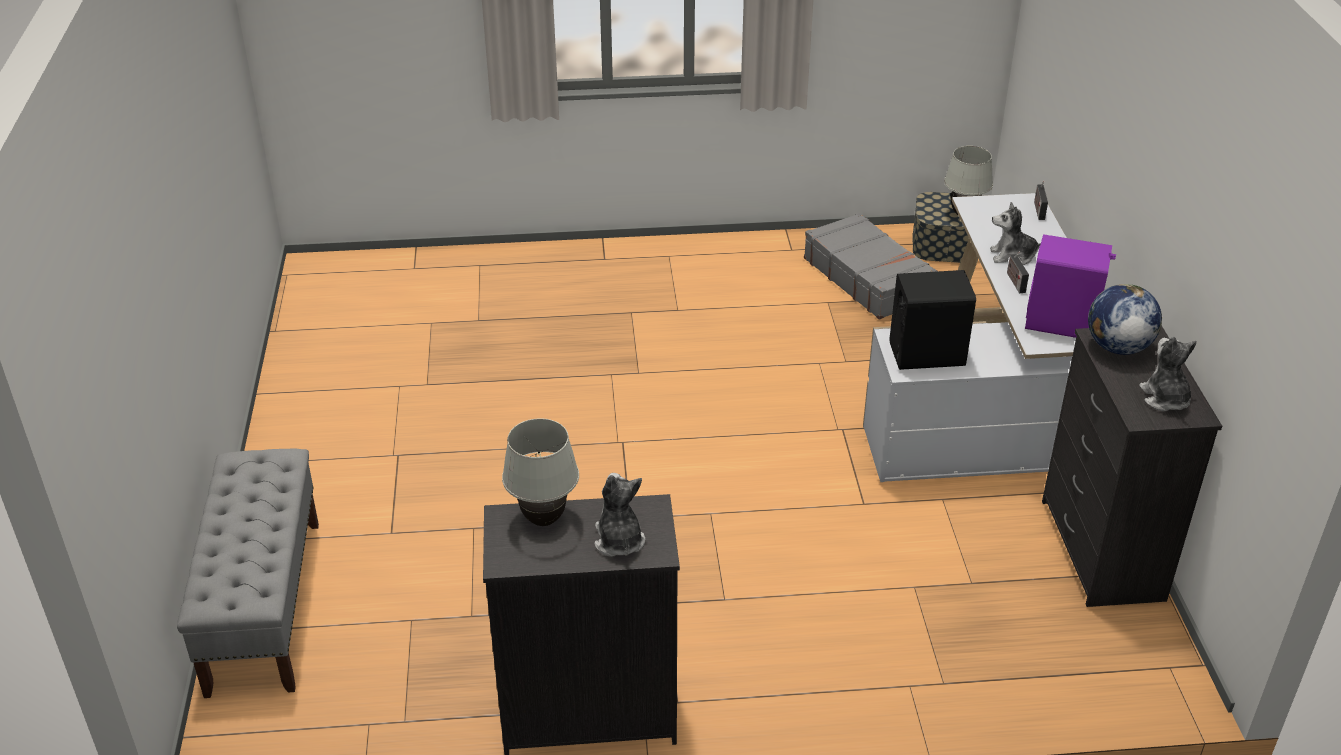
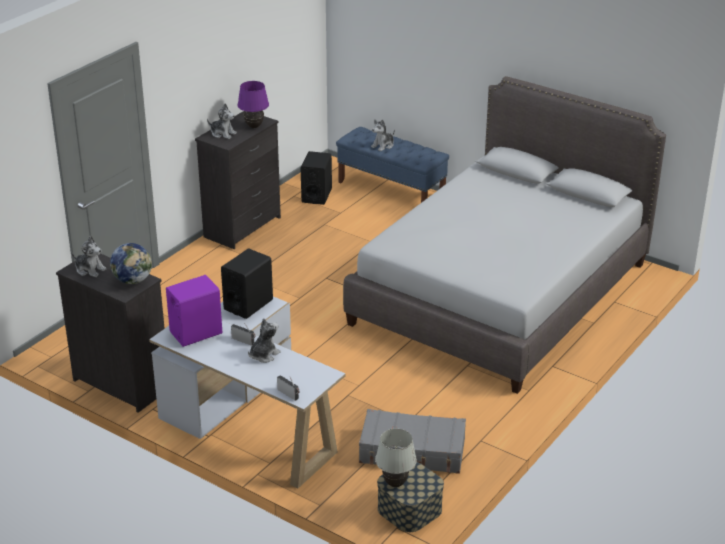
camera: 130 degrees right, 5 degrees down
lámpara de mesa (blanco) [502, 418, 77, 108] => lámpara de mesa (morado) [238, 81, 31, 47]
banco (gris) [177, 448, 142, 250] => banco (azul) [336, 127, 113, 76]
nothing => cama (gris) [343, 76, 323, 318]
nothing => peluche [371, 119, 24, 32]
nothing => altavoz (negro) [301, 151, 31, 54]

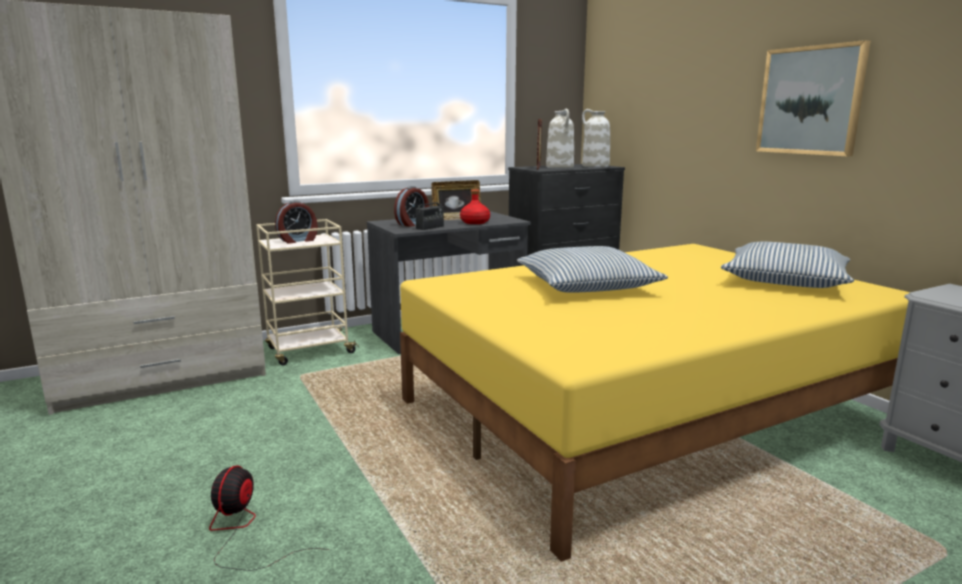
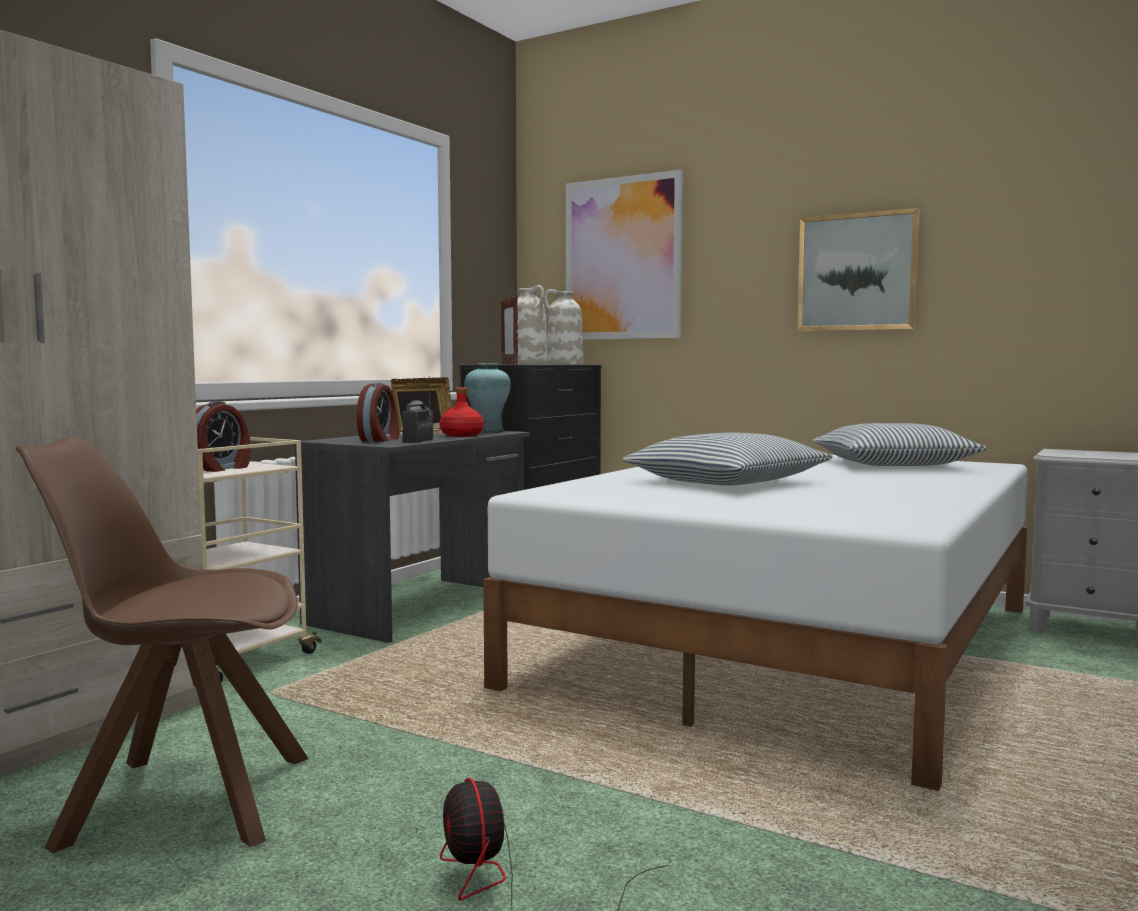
camera: 30 degrees left, 10 degrees down
cama (amarillo) [400, 244, 510, 318] => cama (blanco) [483, 455, 545, 336]
nothing => cuadro [566, 170, 118, 169]
nothing => florero (turquesa) [464, 363, 47, 70]
nothing => silla (marrón) [15, 437, 294, 416]

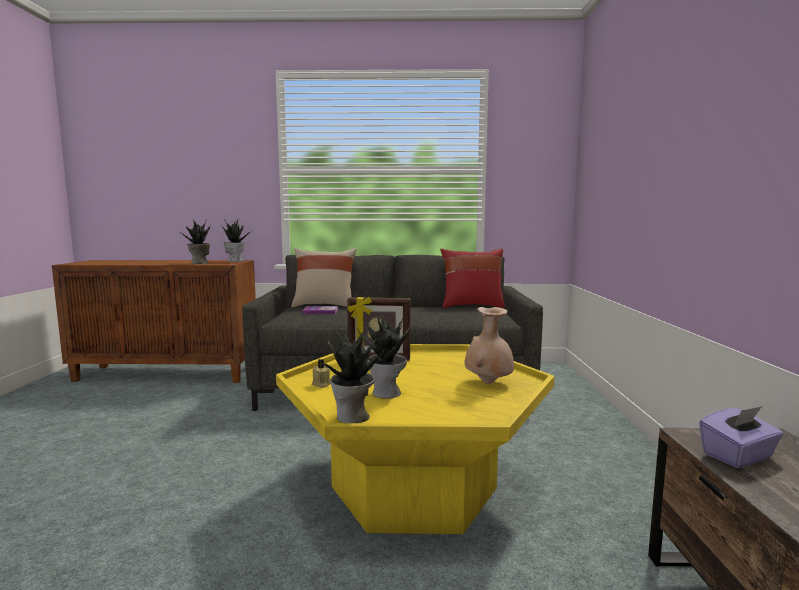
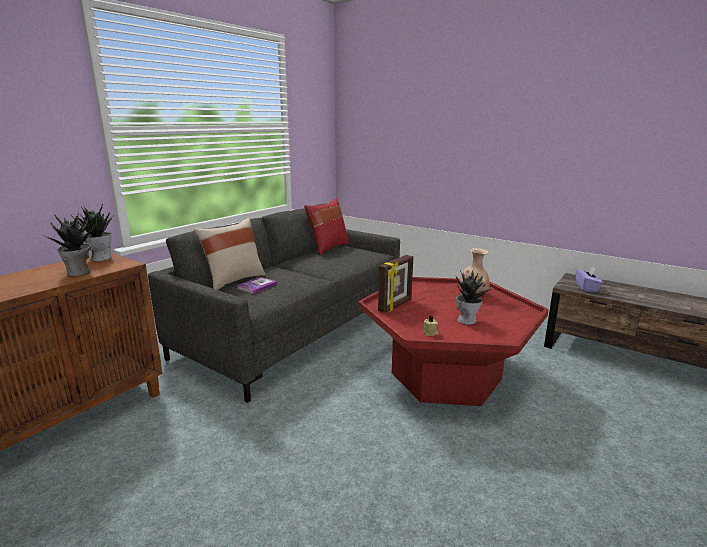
camera: 55 degrees left, 10 degrees up
planta en maceta [318, 327, 67, 96] => nothing
mesa de centro (amarillo) [276, 344, 278, 190] => mesa de centro (rojo) [359, 277, 190, 129]

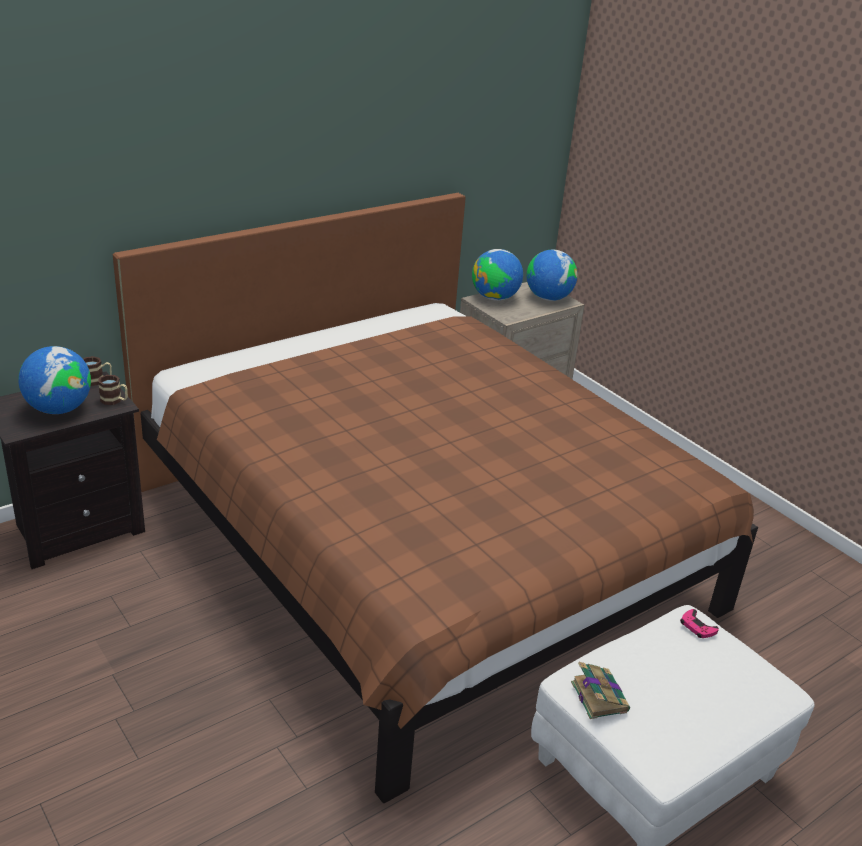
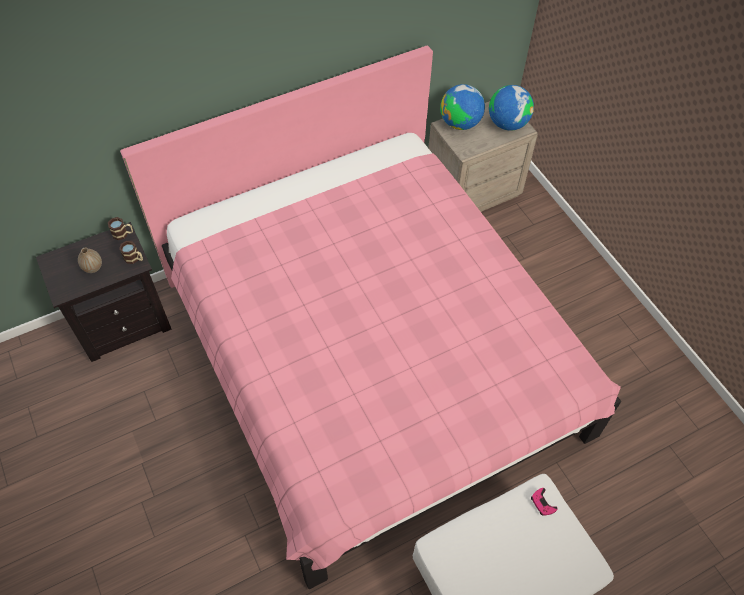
camera: 10 degrees right, 25 degrees up
cama (marrón) [113, 193, 645, 610] => cama (rosa) [120, 45, 501, 544]
globo terráqueo [18, 346, 73, 68] => florero [78, 248, 24, 25]
libro [571, 662, 59, 57] => nothing

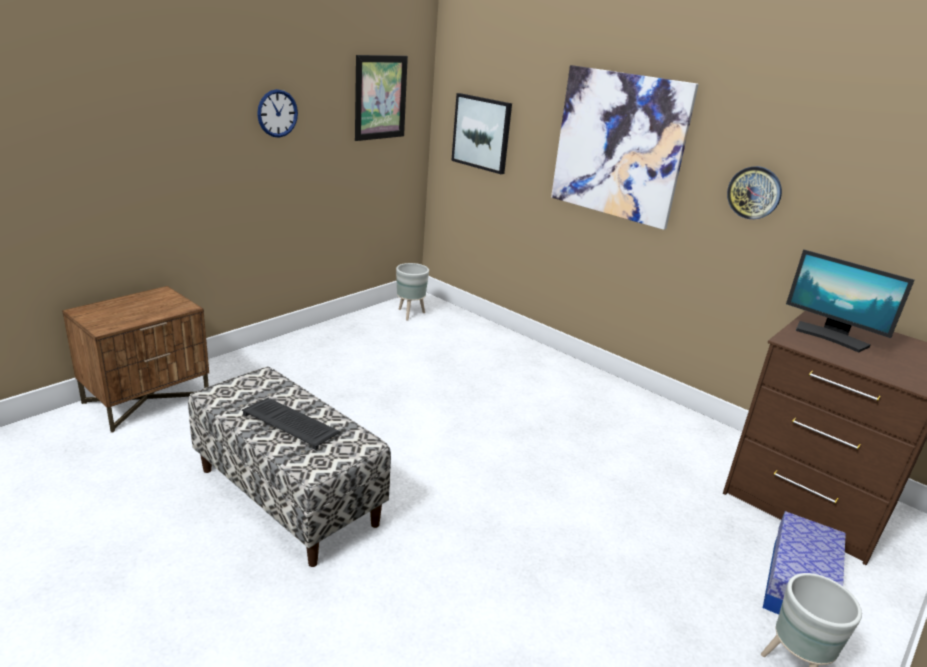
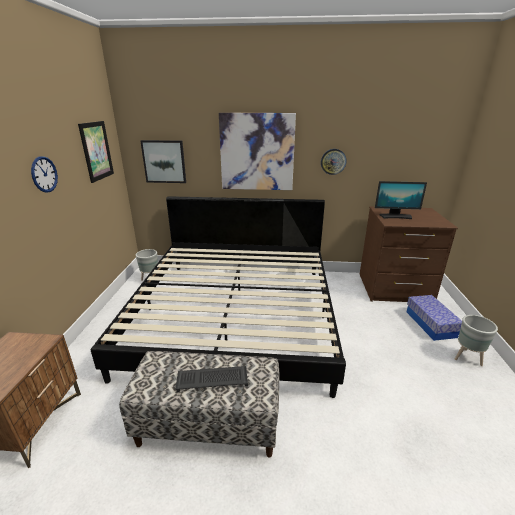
camera: 35 degrees left, 0 degrees up
nothing => cama [91, 196, 255, 202]

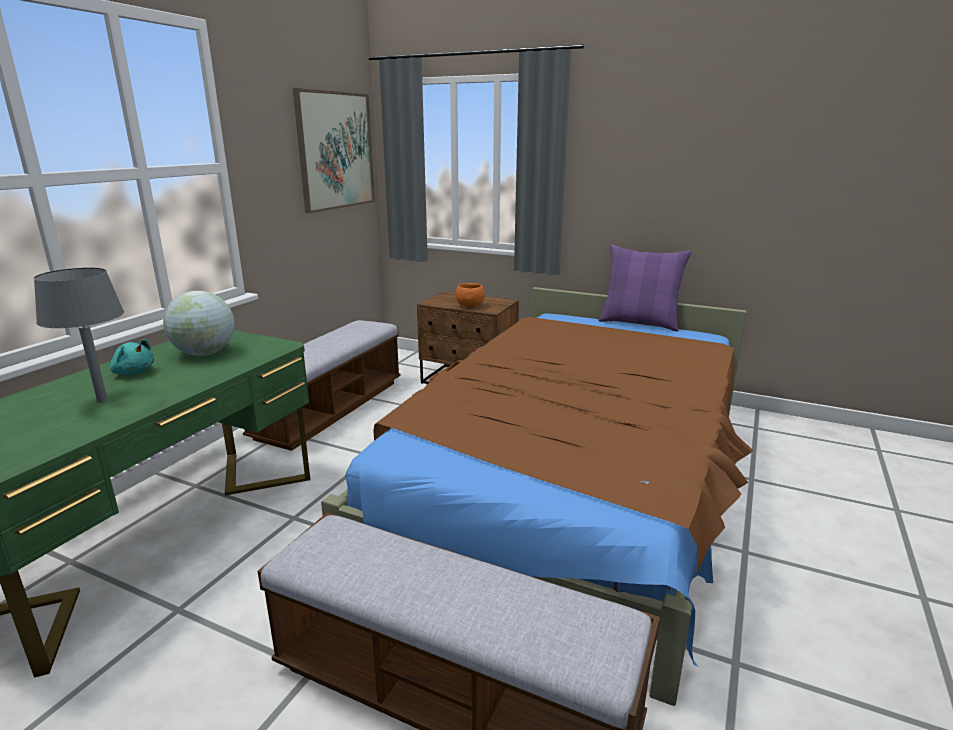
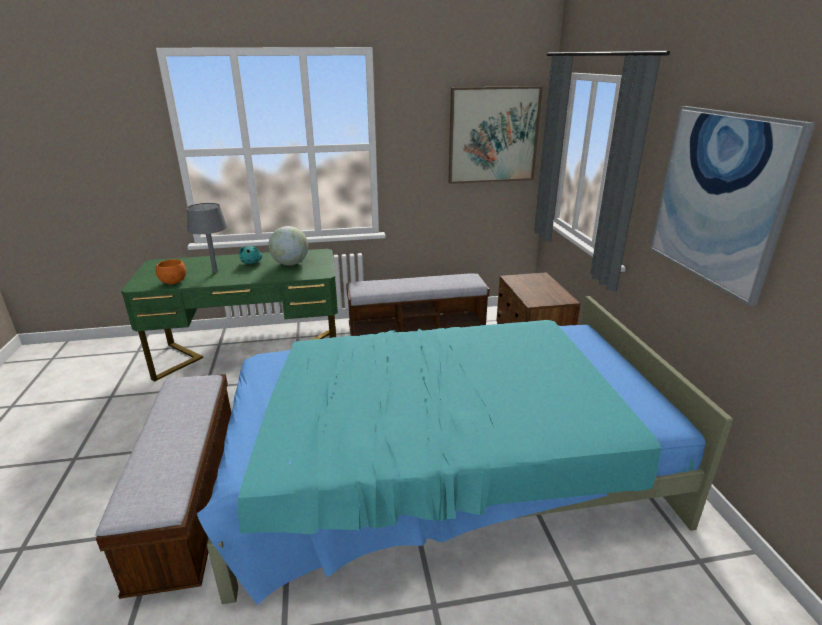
camera: 55 degrees right, 5 degrees up
cojín (morado) [598, 245, 94, 87] => nothing
cuenco (naranja) [455, 283, 30, 24] => cuenco (naranja) [156, 259, 30, 25], moved
cama (marrón) [321, 287, 432, 419] => cama (turquesa) [197, 296, 536, 309]
nothing => cuadro [650, 106, 165, 200]

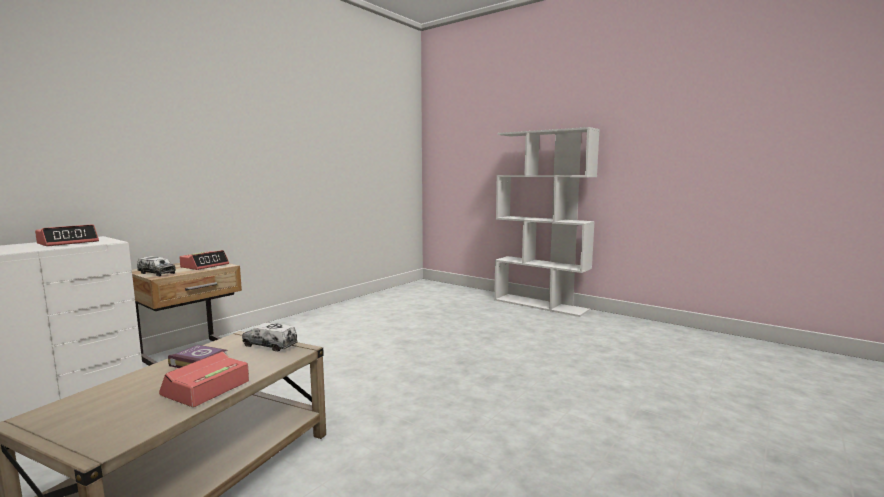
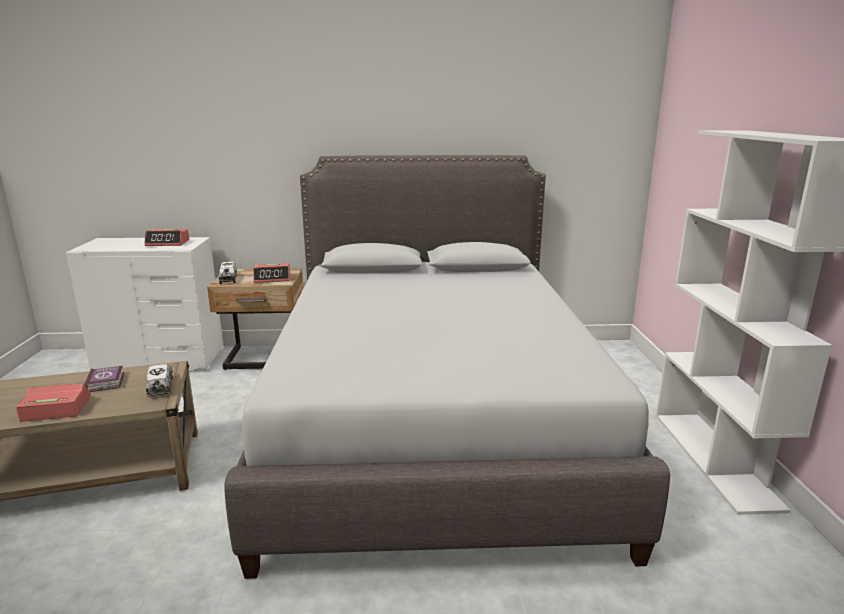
camera: 50 degrees right, 10 degrees up
nothing => cama (gris) [224, 155, 446, 424]

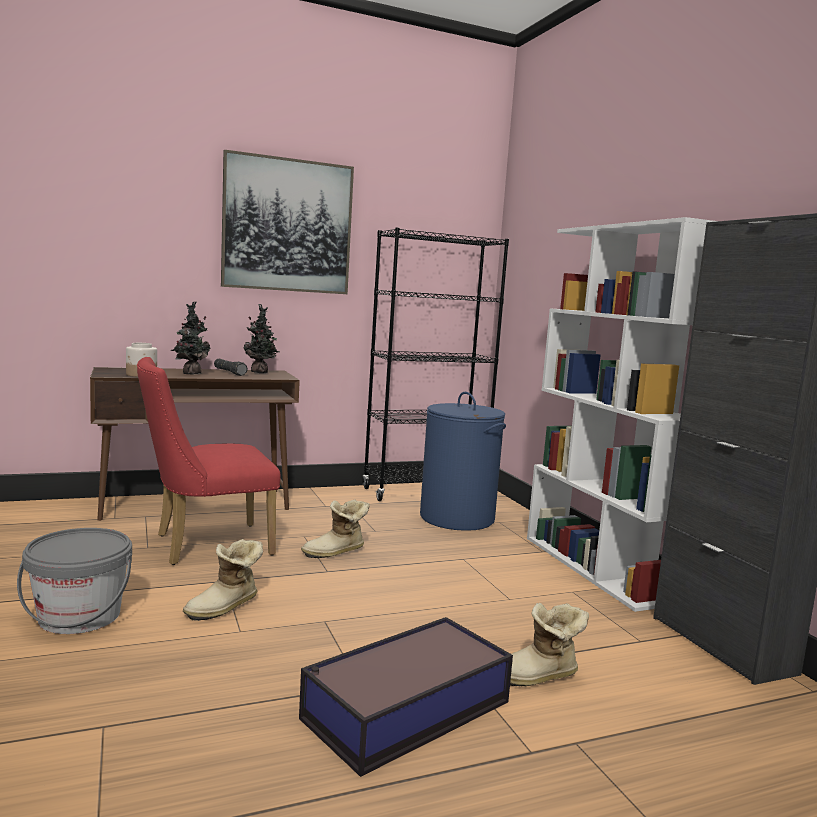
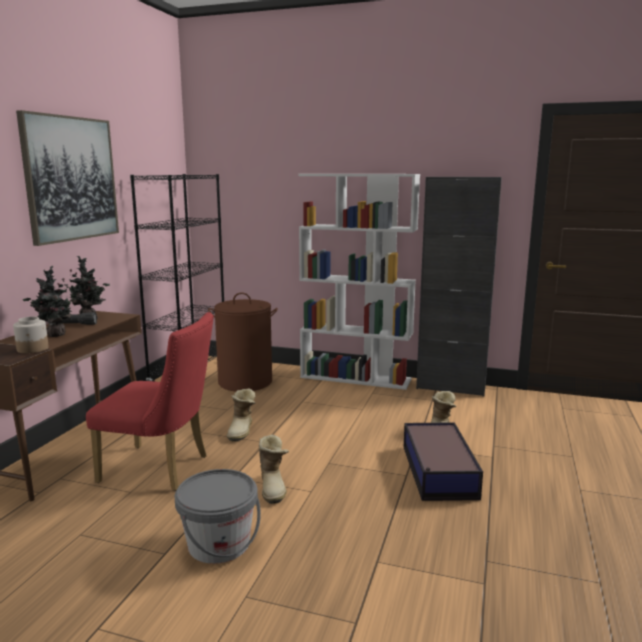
camera: 50 degrees left, 5 degrees up
silla (rojo) [137, 357, 144, 208] => silla (rojo) [86, 312, 128, 179], 90 degrees counterclockwise
cesto de la ropa (azul) [420, 392, 86, 139] => cesto de la ropa (marrón) [208, 292, 70, 100]

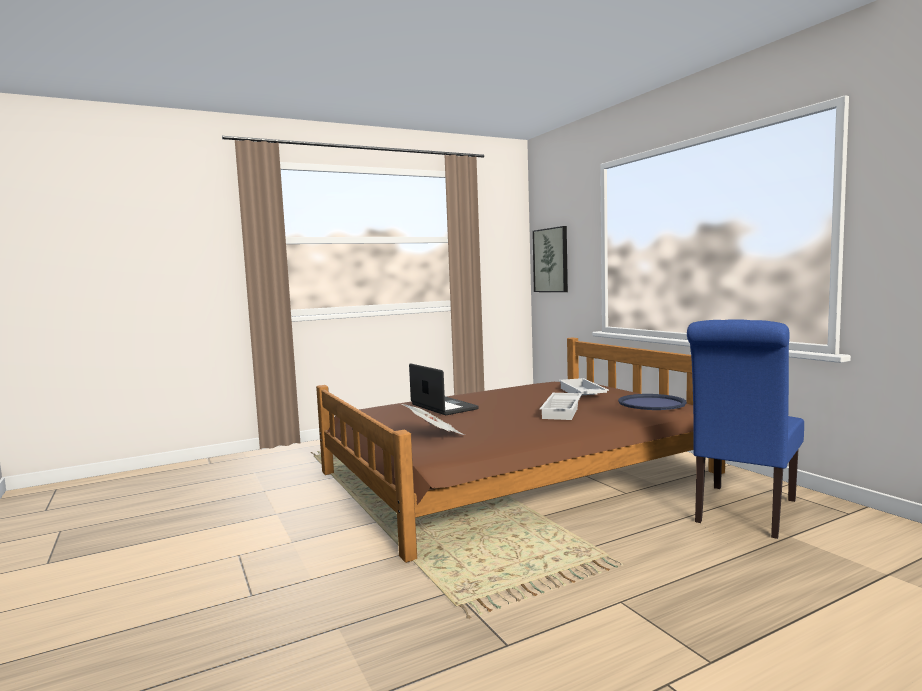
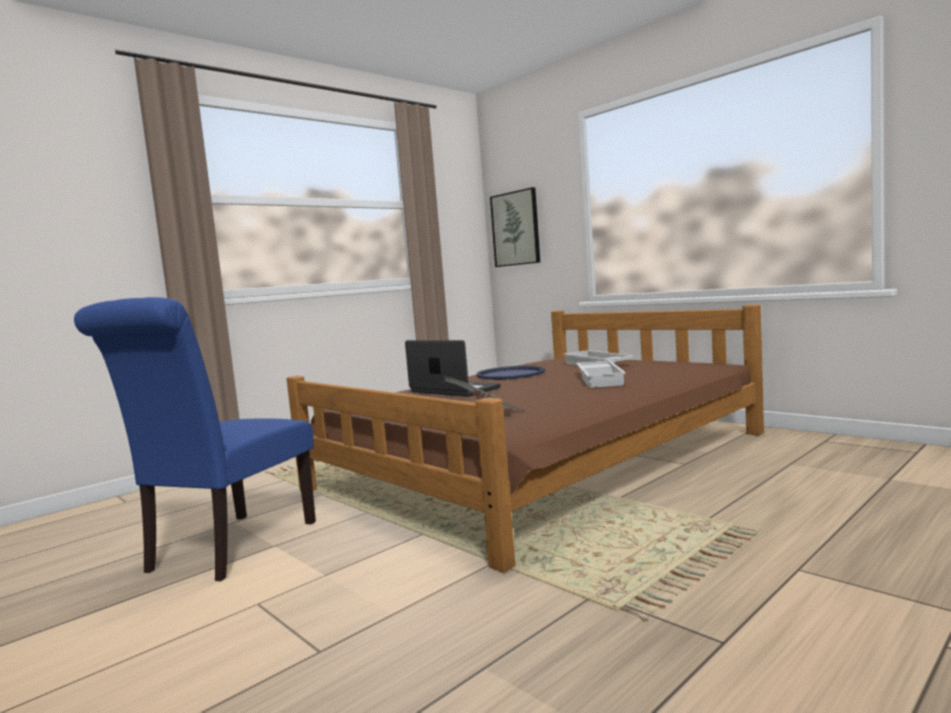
camera: 15 degrees left, 0 degrees up
silla (azul) [687, 319, 117, 220] => silla (azul) [74, 297, 242, 284], moved
bandeja (azul) [618, 394, 69, 16] => bandeja (azul) [476, 366, 69, 14], moved

